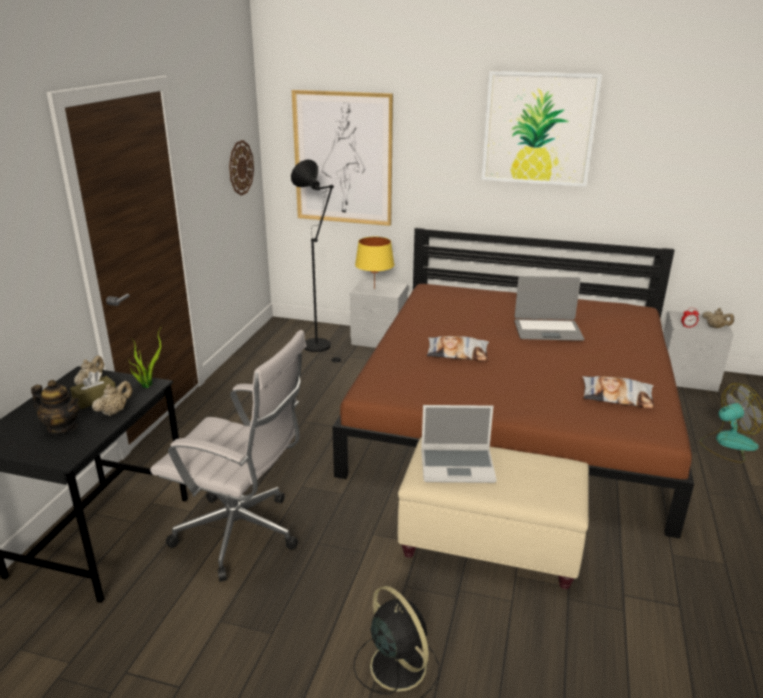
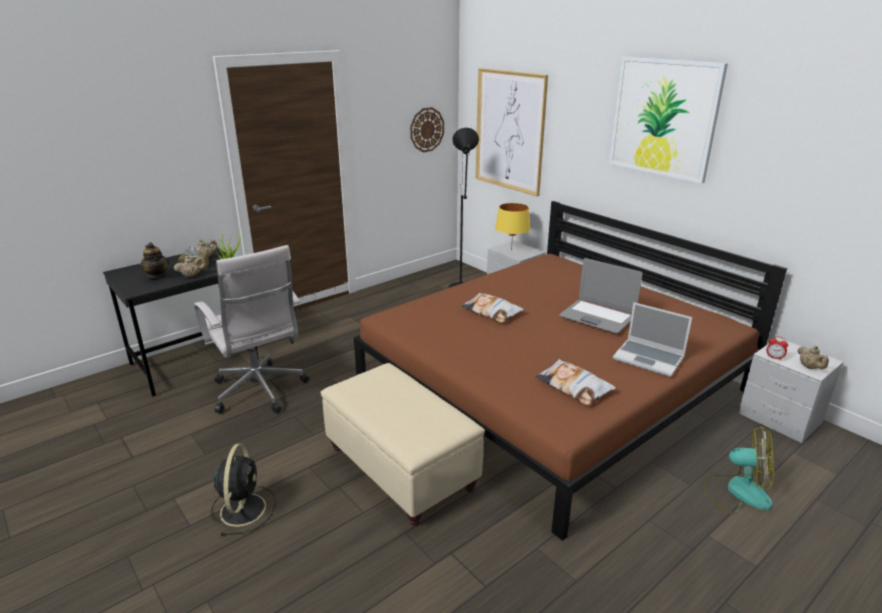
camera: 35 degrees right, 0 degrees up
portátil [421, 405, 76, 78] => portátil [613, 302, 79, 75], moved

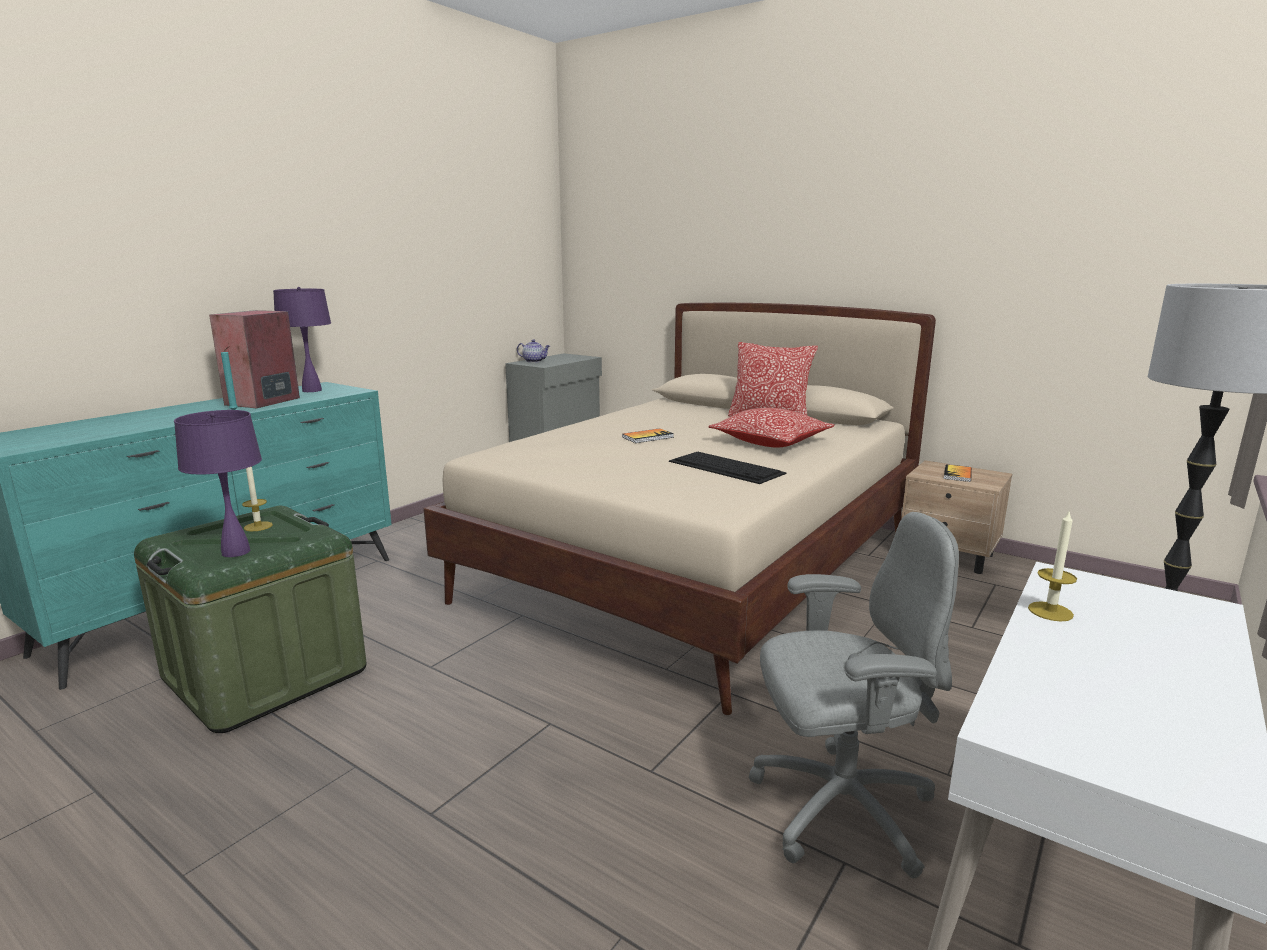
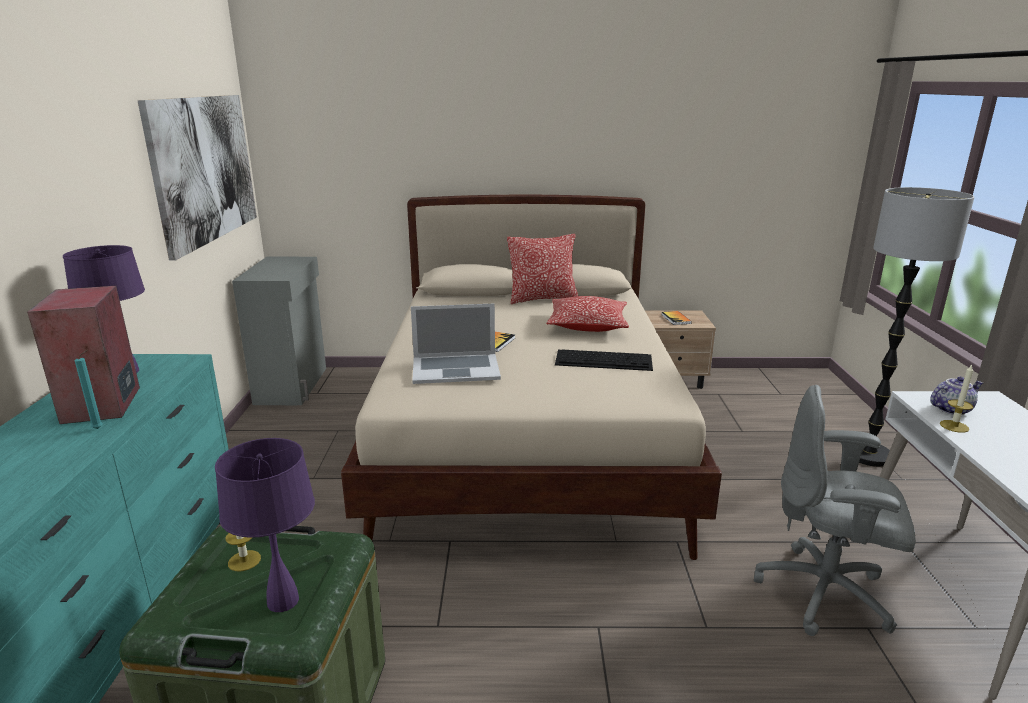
camera: 35 degrees left, 5 degrees up
tetera [517, 339, 33, 24] => tetera [930, 377, 53, 38], moved
silla de oficina (gris) [749, 512, 210, 366] => silla de oficina (gris) [754, 385, 162, 251], 120 degrees counterclockwise
nothing => cuadro [138, 95, 119, 165]
nothing => portátil [411, 303, 90, 81]

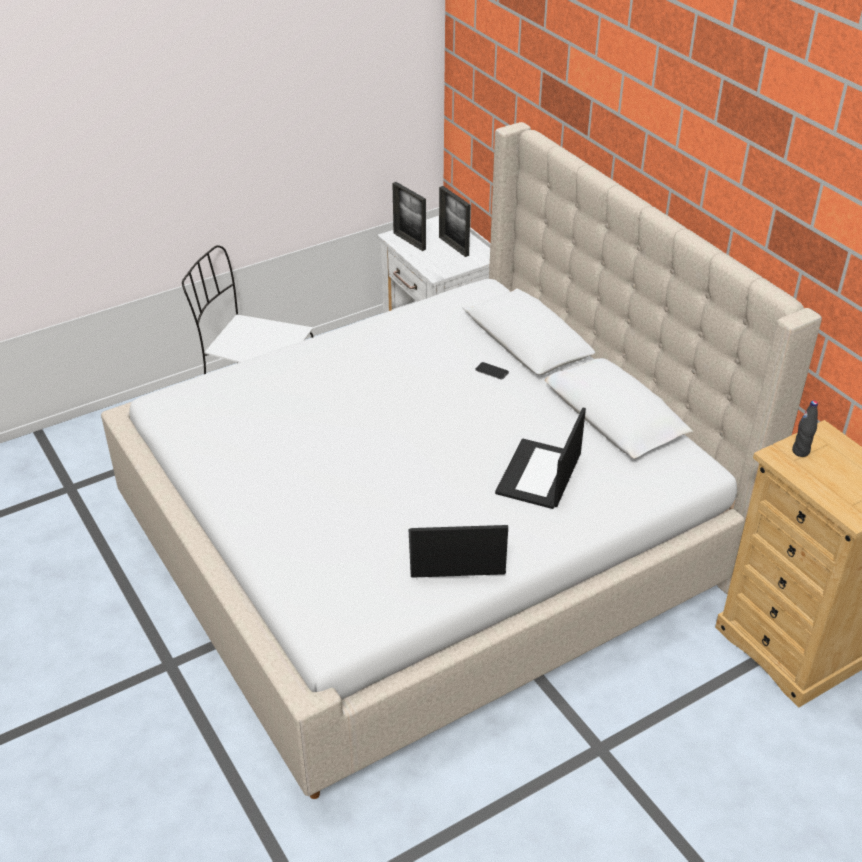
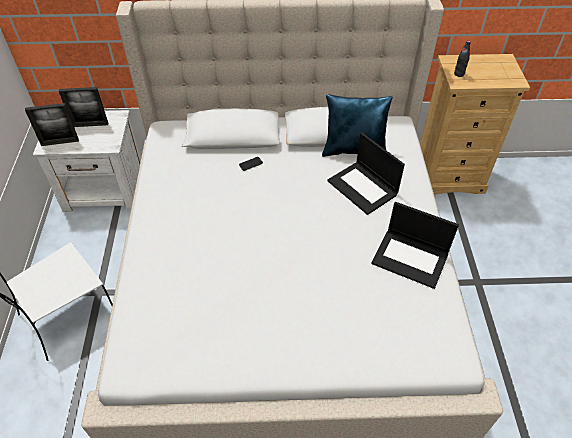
camera: 60 degrees left, 10 degrees up
portátil [409, 525, 99, 53] => portátil [371, 202, 88, 87], 90 degrees counterclockwise
nothing => cojín (azul) [322, 94, 71, 63]

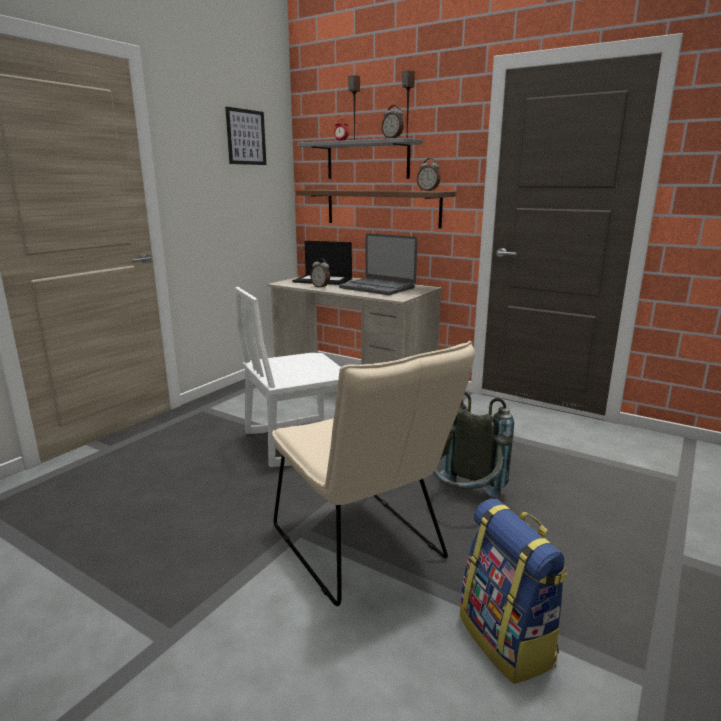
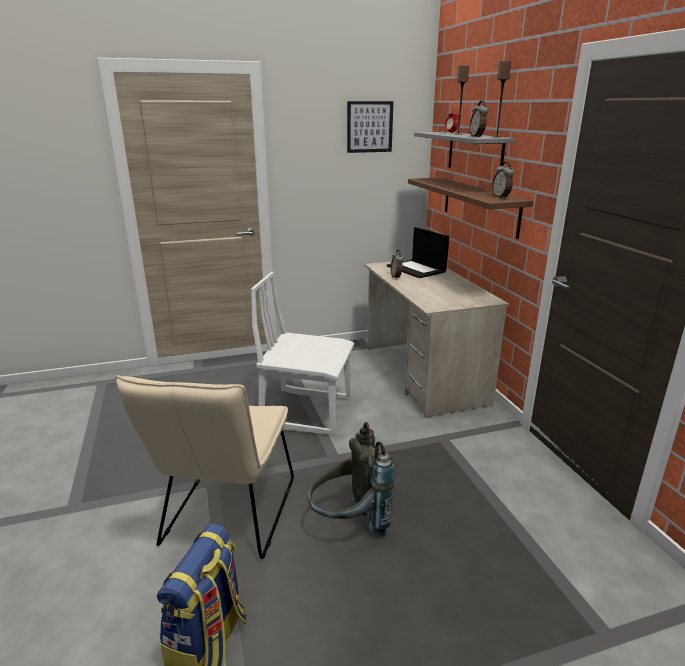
camera: 40 degrees right, 5 degrees up
portátil [339, 233, 78, 62] => nothing

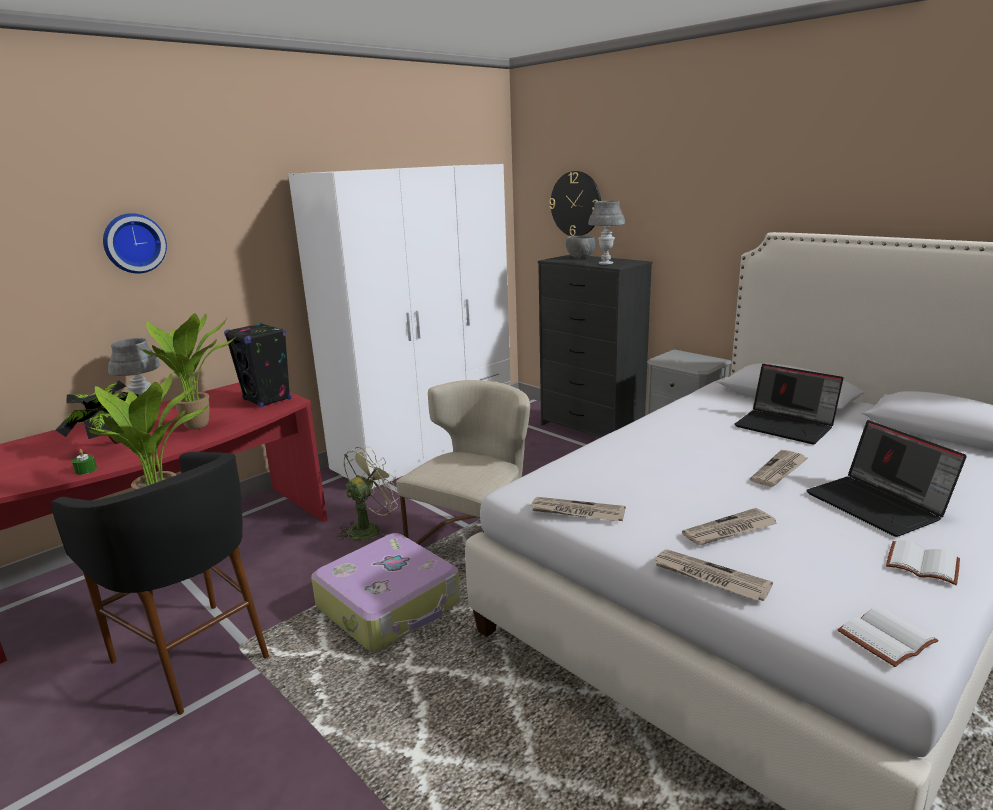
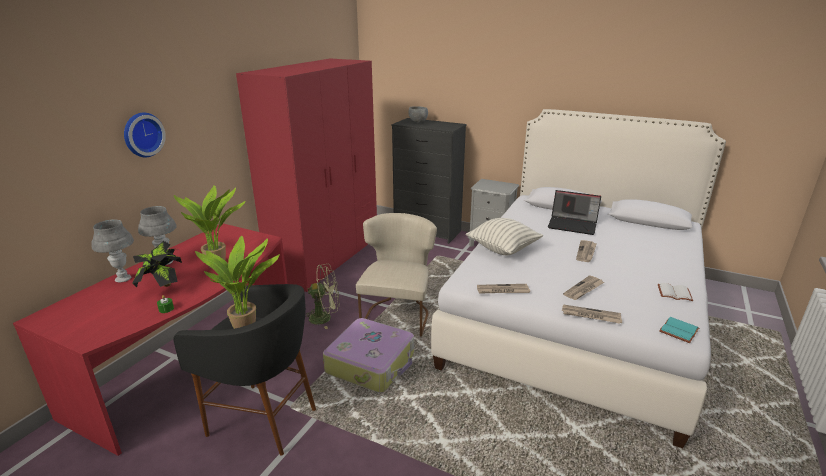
camera: 20 degrees left, 5 degrees up
armario ropero (blanco) [288, 164, 223, 325] => armario ropero (rojo) [236, 58, 141, 234]
reloj de pared [549, 171, 52, 65] => nothing
lámpara de mesa (gris) [588, 201, 37, 64] => lámpara de mesa (gris) [91, 219, 43, 63], moved
altavoz (negro) [224, 323, 67, 85] => nothing
portátil [806, 420, 161, 117] => nothing
ventilador (verde) [336, 446, 64, 95] => ventilador (verde) [306, 264, 33, 65], 60 degrees clockwise
libro (blanco) [837, 606, 102, 61] => libro (turquesa) [659, 317, 40, 26]
nothing => cojín [466, 218, 77, 37]

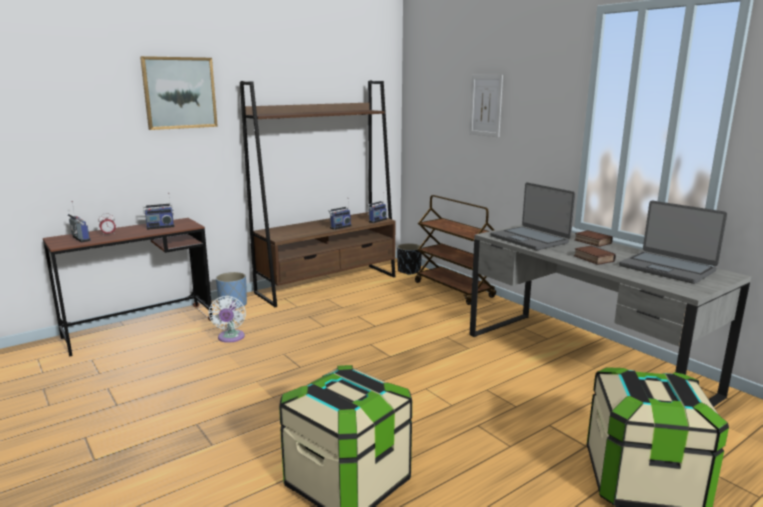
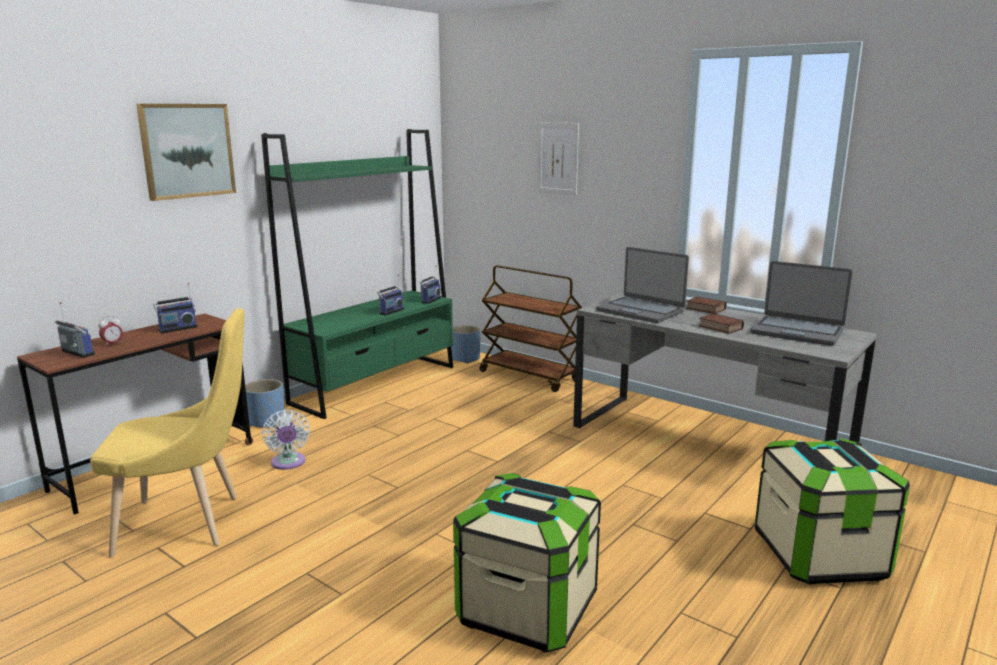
camera: 15 degrees left, 0 degrees up
estantería (marrón) [240, 81, 155, 226] => estantería (verde) [261, 129, 192, 290]
maceta (negro) [397, 243, 25, 32] => maceta (azul) [451, 325, 30, 39]
nothing => silla (amarillo) [90, 308, 155, 249]

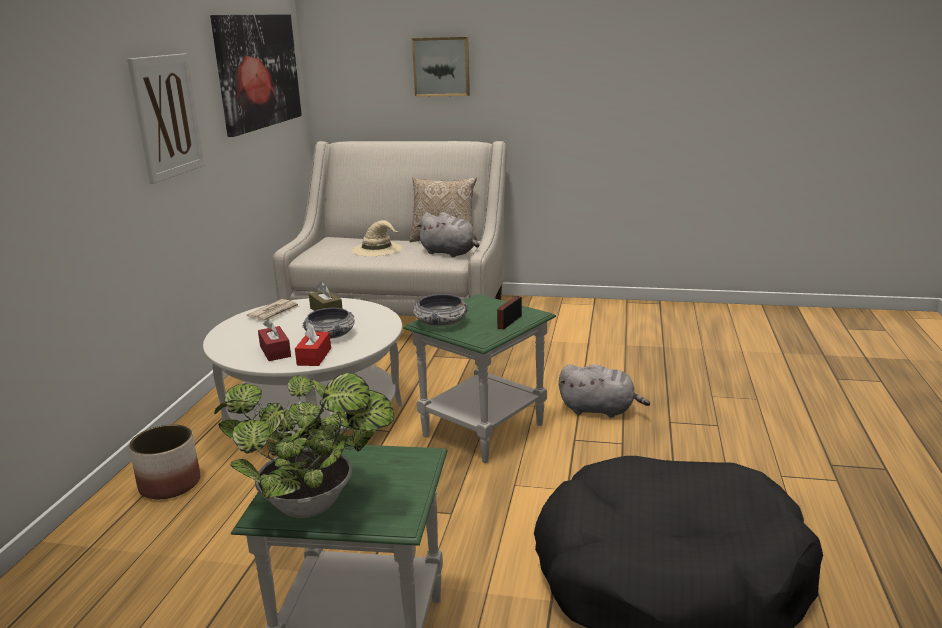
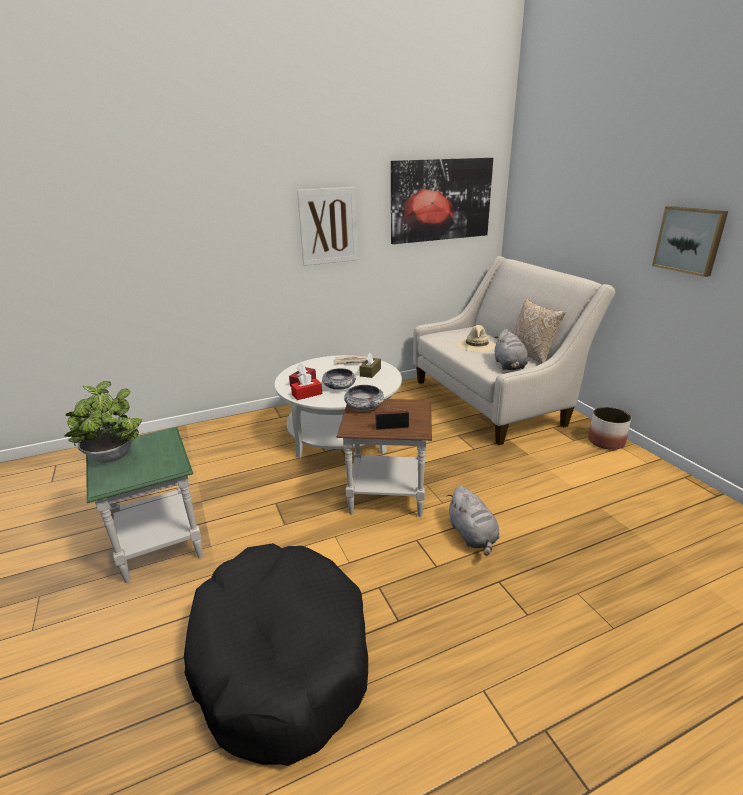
camera: 55 degrees right, 5 degrees up
cuadro [412, 37, 58, 60] => cuadro [652, 206, 76, 71], moved
mesa auxiliar (verde) [403, 294, 153, 169] => mesa auxiliar (marrón) [336, 399, 96, 118]
maceta [129, 424, 71, 75] => maceta [588, 407, 43, 43], moved

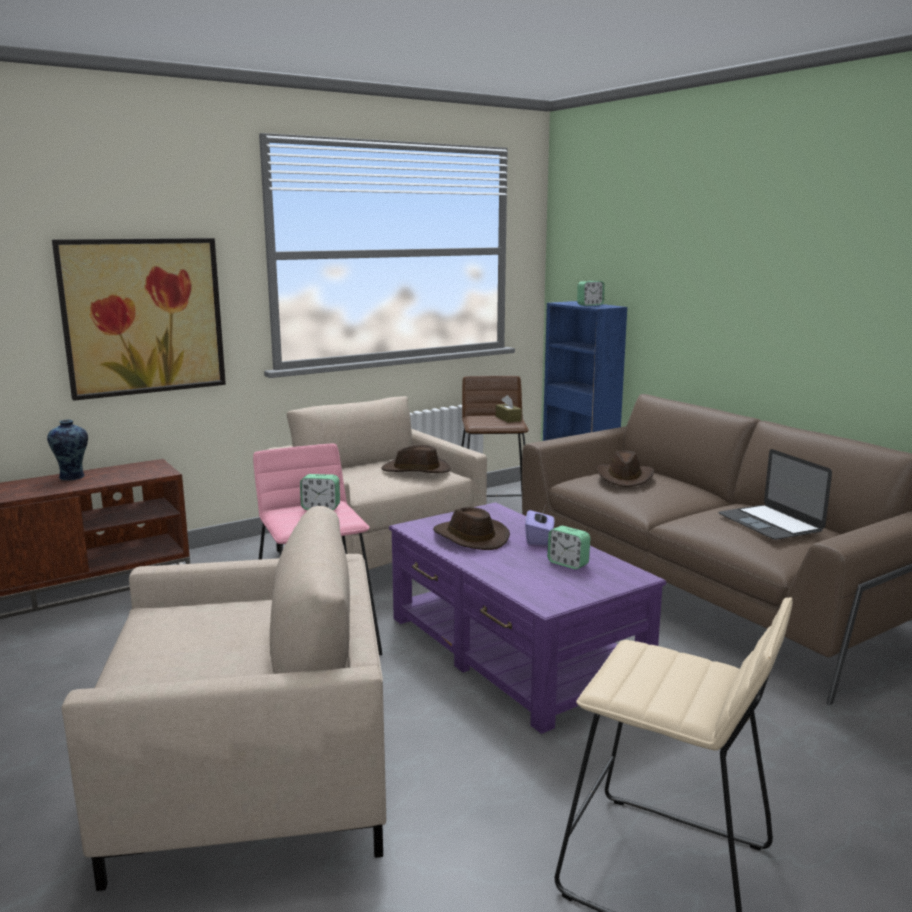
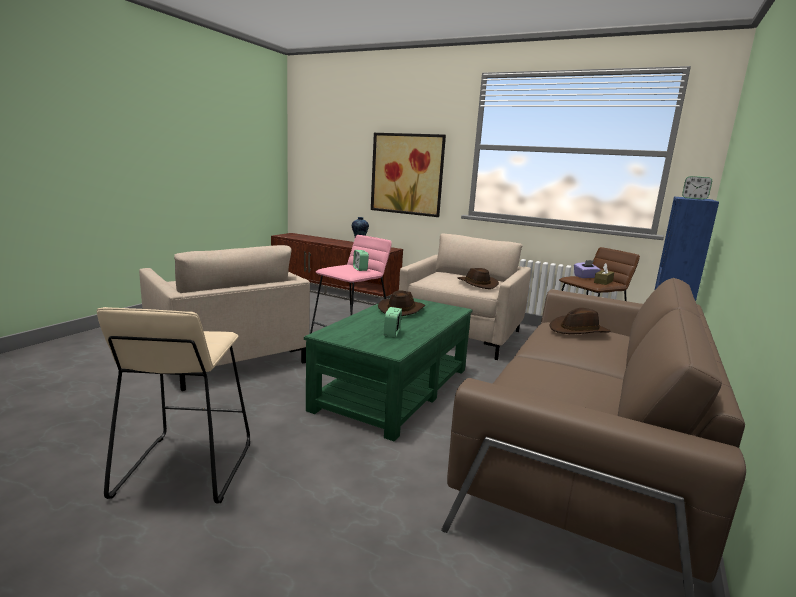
camera: 60 degrees right, 0 degrees up
portátil [718, 449, 114, 91] => nothing
mesa de centro (morado) [389, 502, 277, 232] => mesa de centro (verde) [304, 298, 169, 144]
caja de pañuelos (morado) [525, 508, 29, 37] => caja de pañuelos (morado) [574, 260, 27, 18], moved

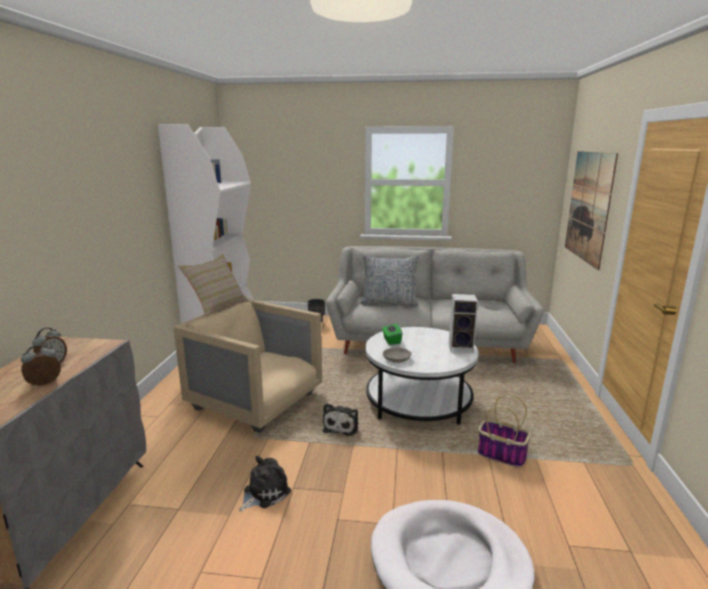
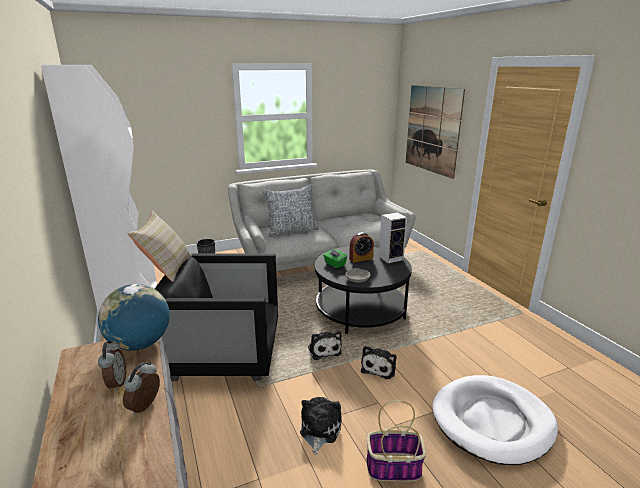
camera: 30 degrees left, 5 degrees up
sillón (beis) [173, 299, 149, 134] => sillón (negro) [155, 254, 123, 127]
mesa de centro (blanco) [365, 327, 114, 98] => mesa de centro (negro) [315, 246, 97, 88]
cesta [478, 394, 53, 74] => cesta [366, 400, 60, 82], moved
nothing => despertador [349, 232, 25, 31]
nothing => globo terráqueo [98, 284, 72, 67]
nothing => peluche [361, 346, 35, 33]

